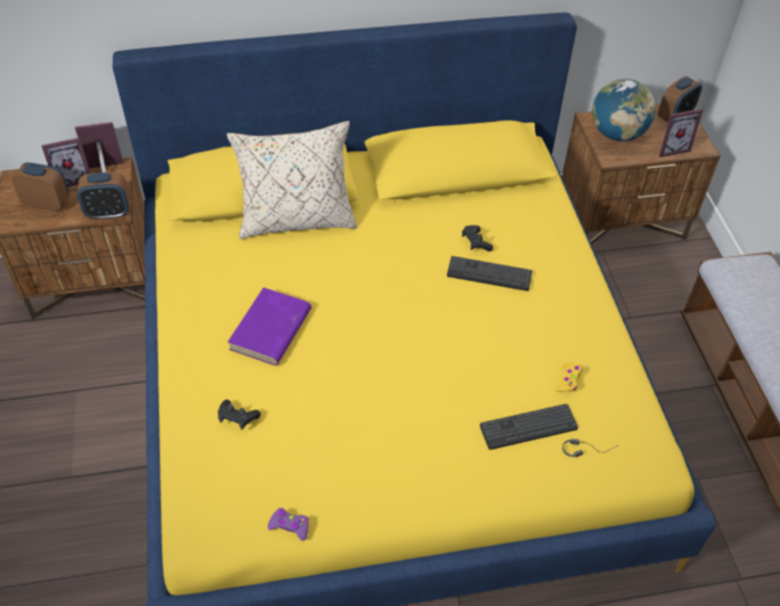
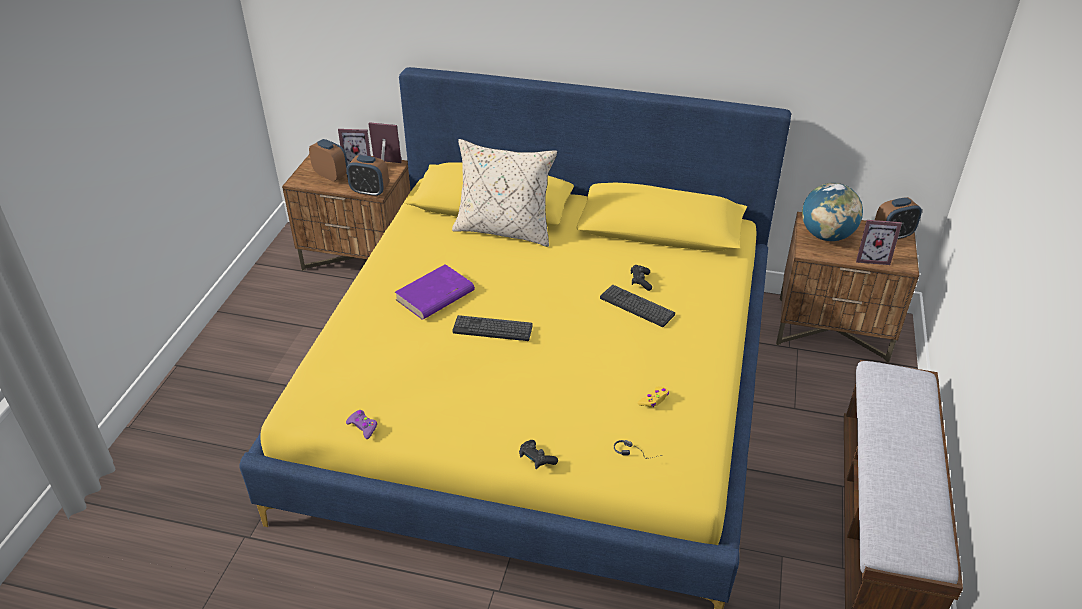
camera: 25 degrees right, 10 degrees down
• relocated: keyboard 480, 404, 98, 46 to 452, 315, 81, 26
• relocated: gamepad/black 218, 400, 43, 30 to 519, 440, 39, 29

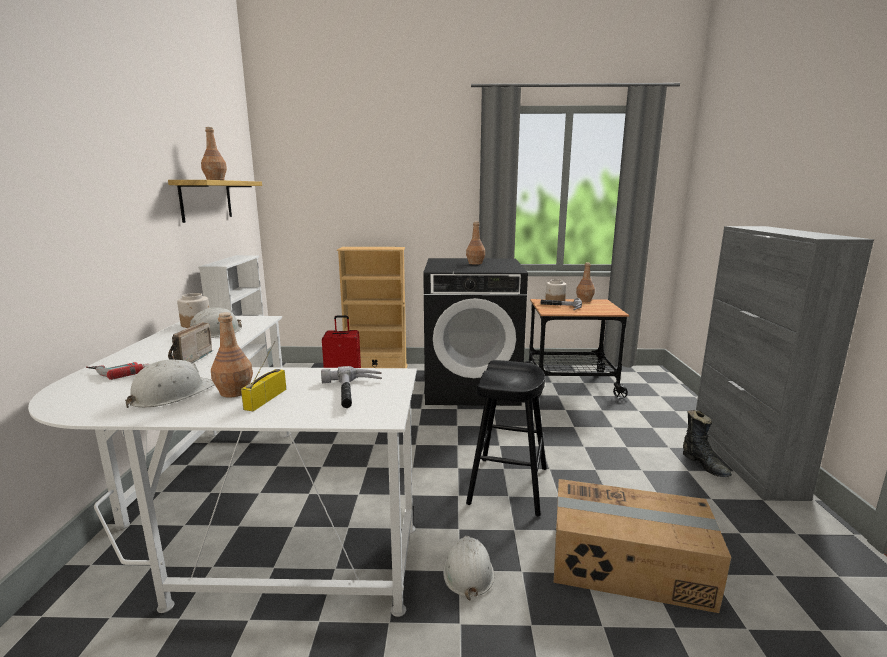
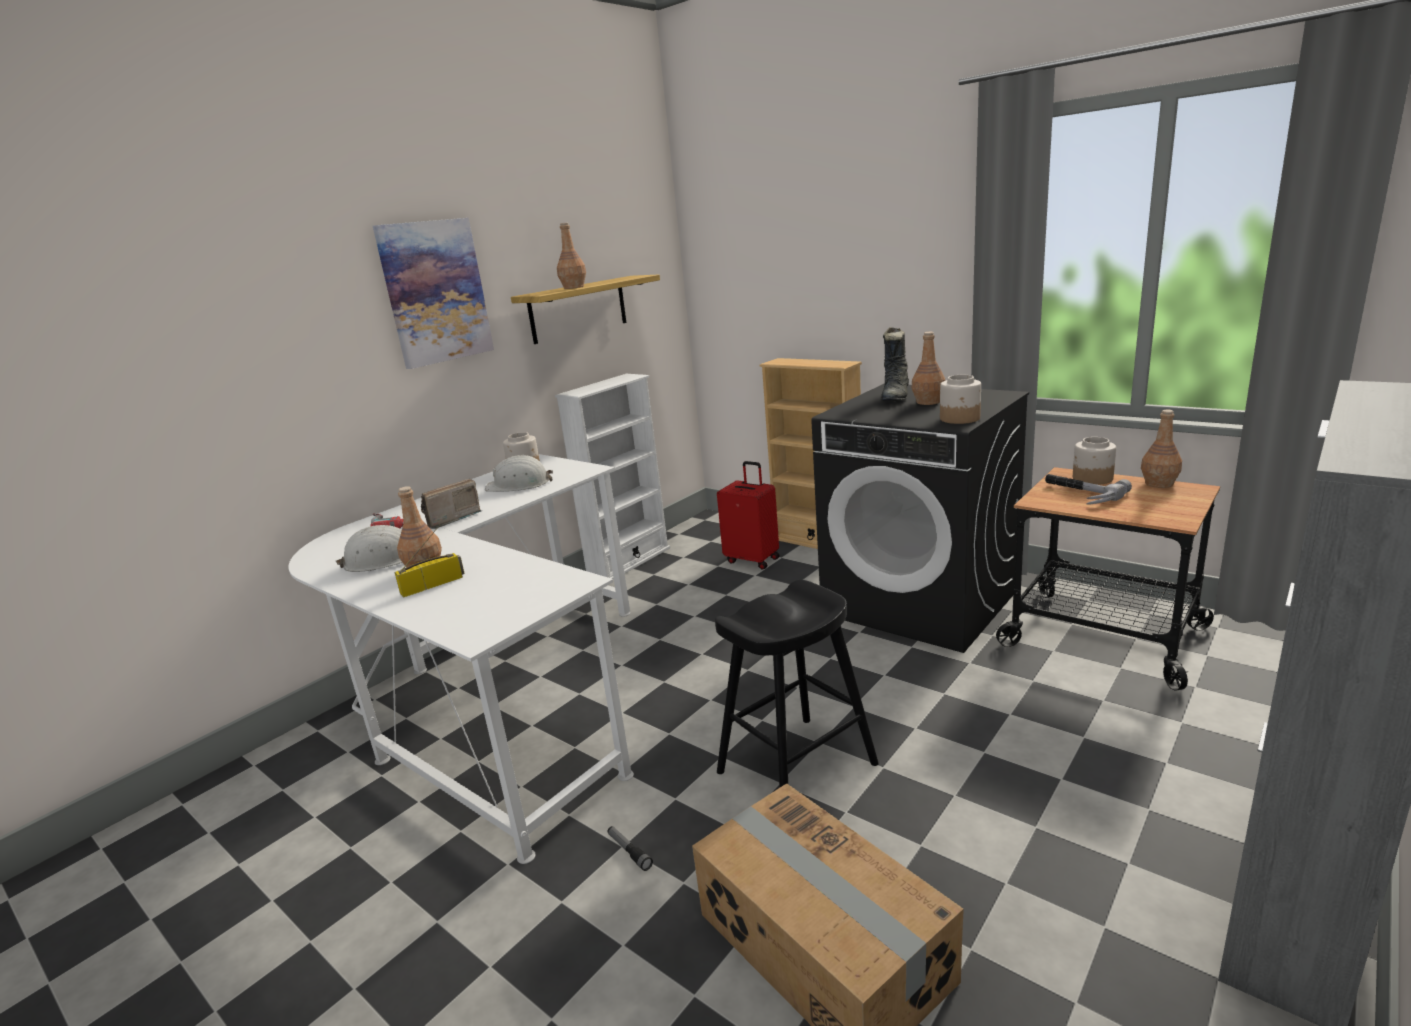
camera: 40 degrees right, 5 degrees up
• appeared: wall picture 373, 218, 121, 151
• exchanged: work helmet/white 443, 536, 51, 64 to flashlight 607, 826, 46, 45
• relocated: boot/black 683, 410, 49, 67 to 881, 327, 28, 74
• appeared: jar 940, 375, 41, 49
• missing: hand hammer 321, 366, 61, 42

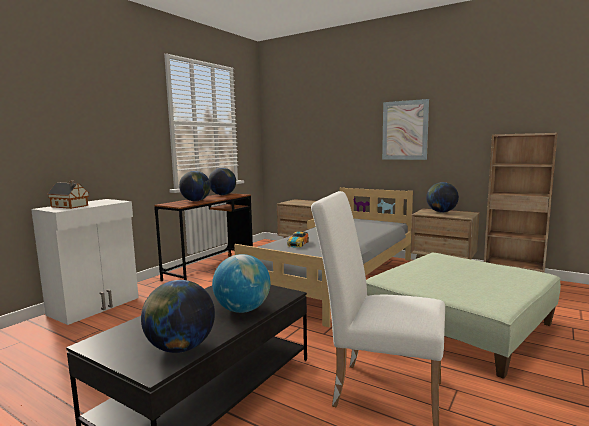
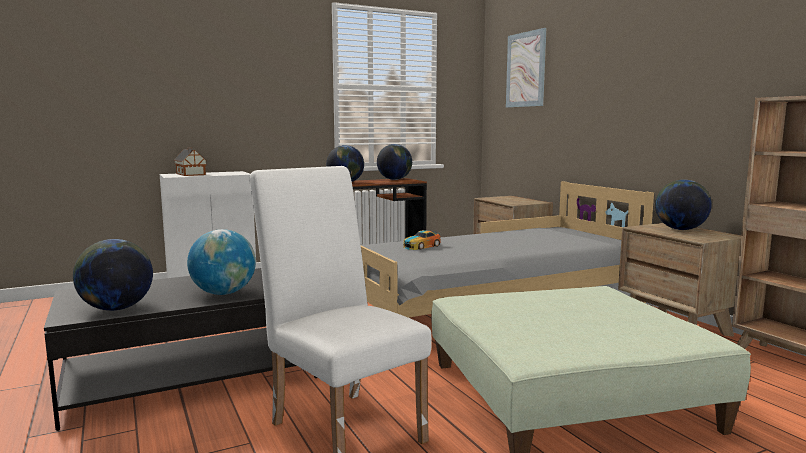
camera: 30 degrees right, 0 degrees up
• relocated: wall picture 382, 99, 47, 61 to 506, 28, 40, 80

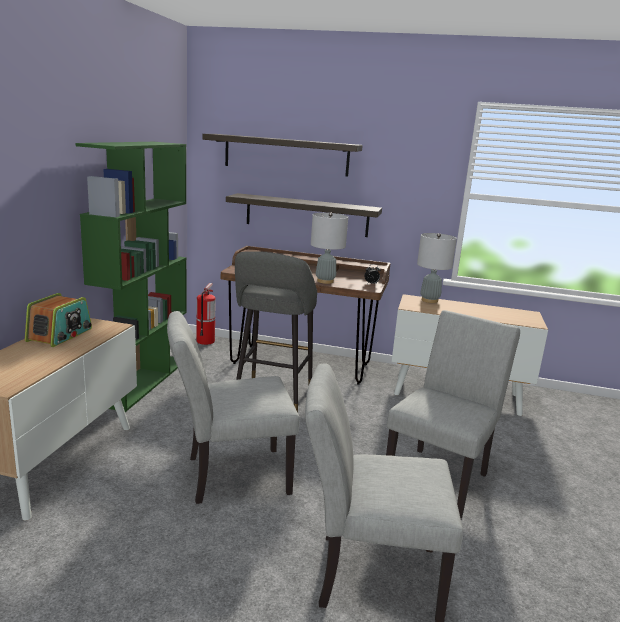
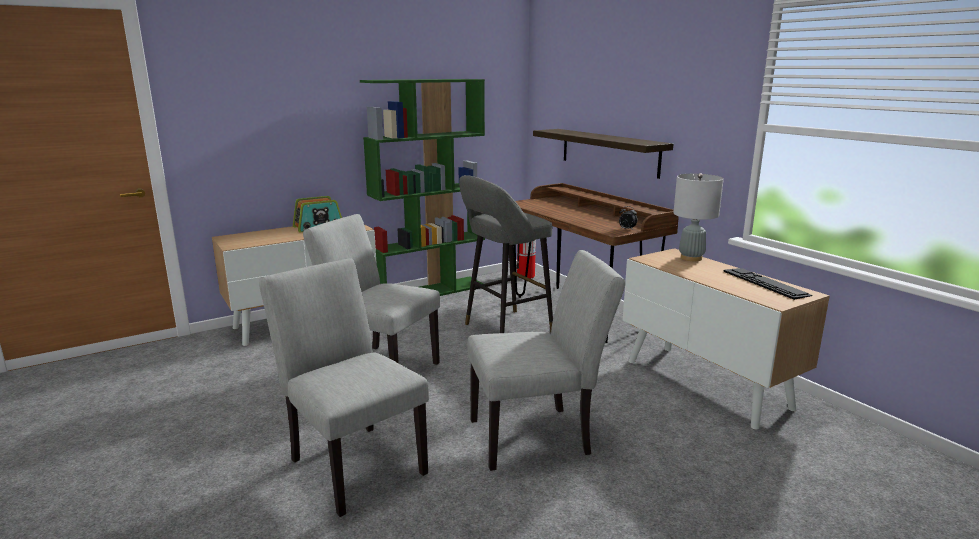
camera: 45 degrees right, 0 degrees up
• appeared: keyboard 723, 268, 90, 32
• missing: shelf 203, 134, 160, 43
• missing: lamp for a table/grey 311, 212, 37, 72

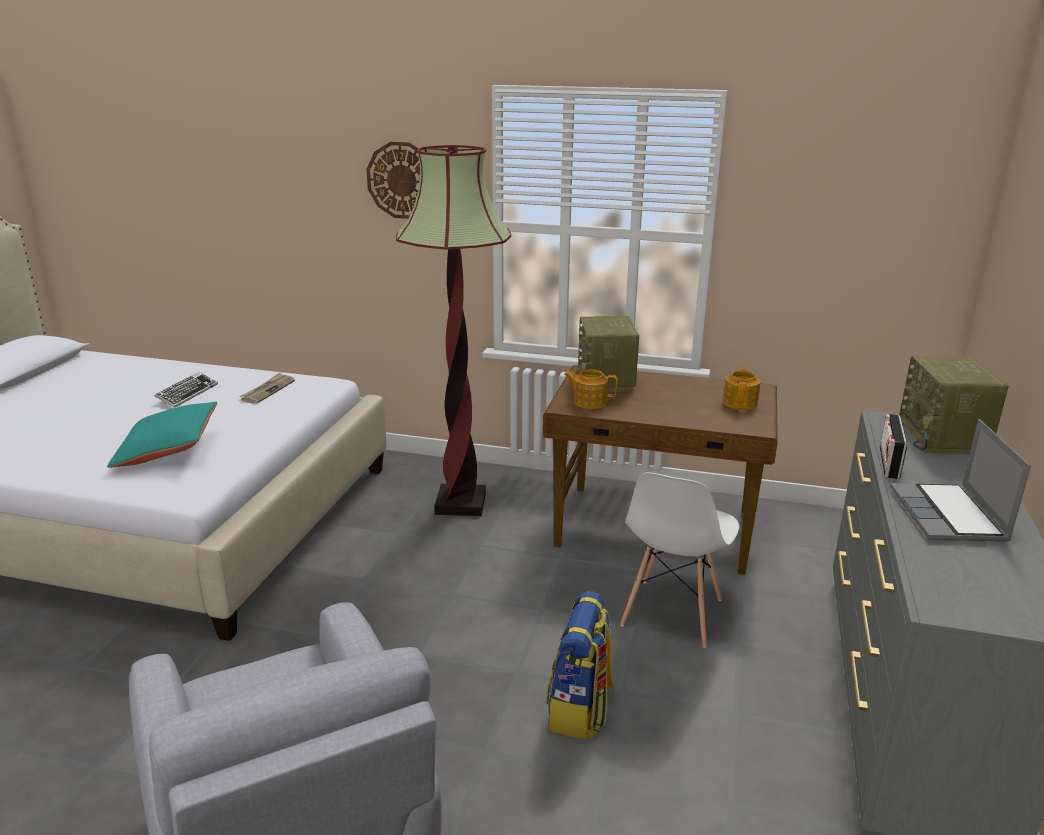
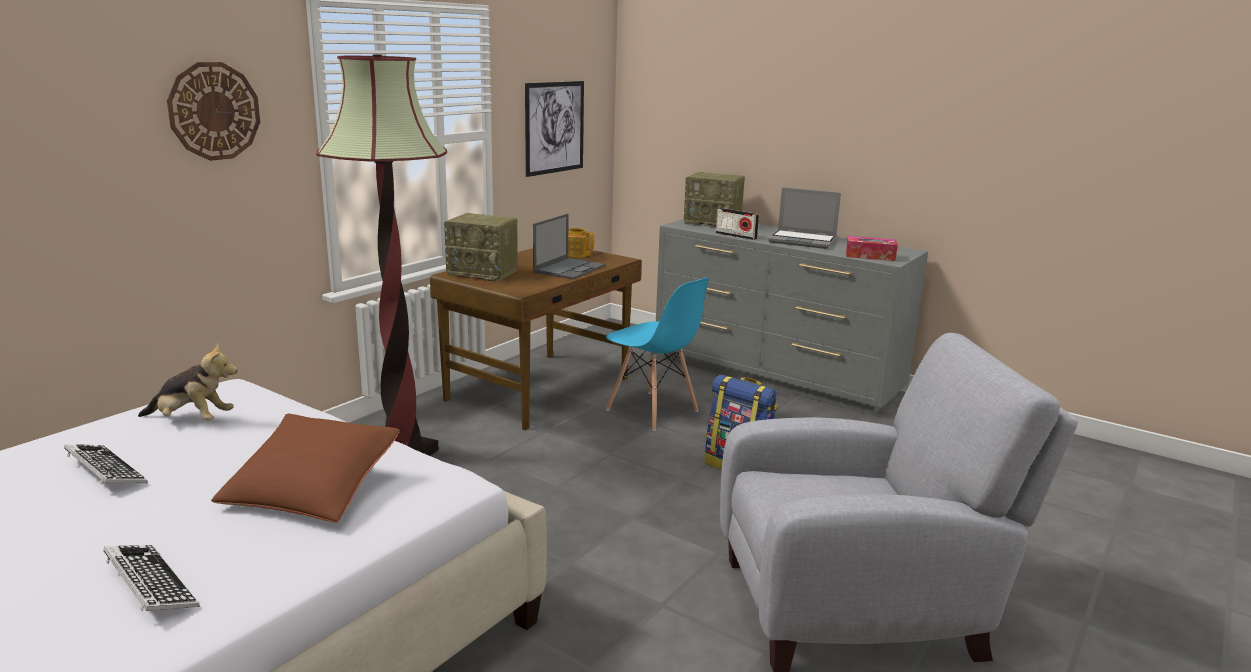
camera: 70 degrees left, 5 degrees down
• appeared: keyboard 103, 545, 97, 66
• exchanged: printed paper 239, 373, 56, 31 to soft toy 138, 342, 100, 78
• colour: cushion/turquoise-coloured 107, 402, 110, 66 to cushion/brownish 211, 414, 189, 109
• appeared: wall picture 525, 81, 59, 96
• appeared: notebook computer 533, 214, 72, 65
• colour: upright chair/white 620, 472, 120, 176 to upright chair/blue-coloured 606, 277, 103, 154
• appeared: box of tissues 846, 236, 52, 25
• missing: tea pot 564, 369, 54, 40

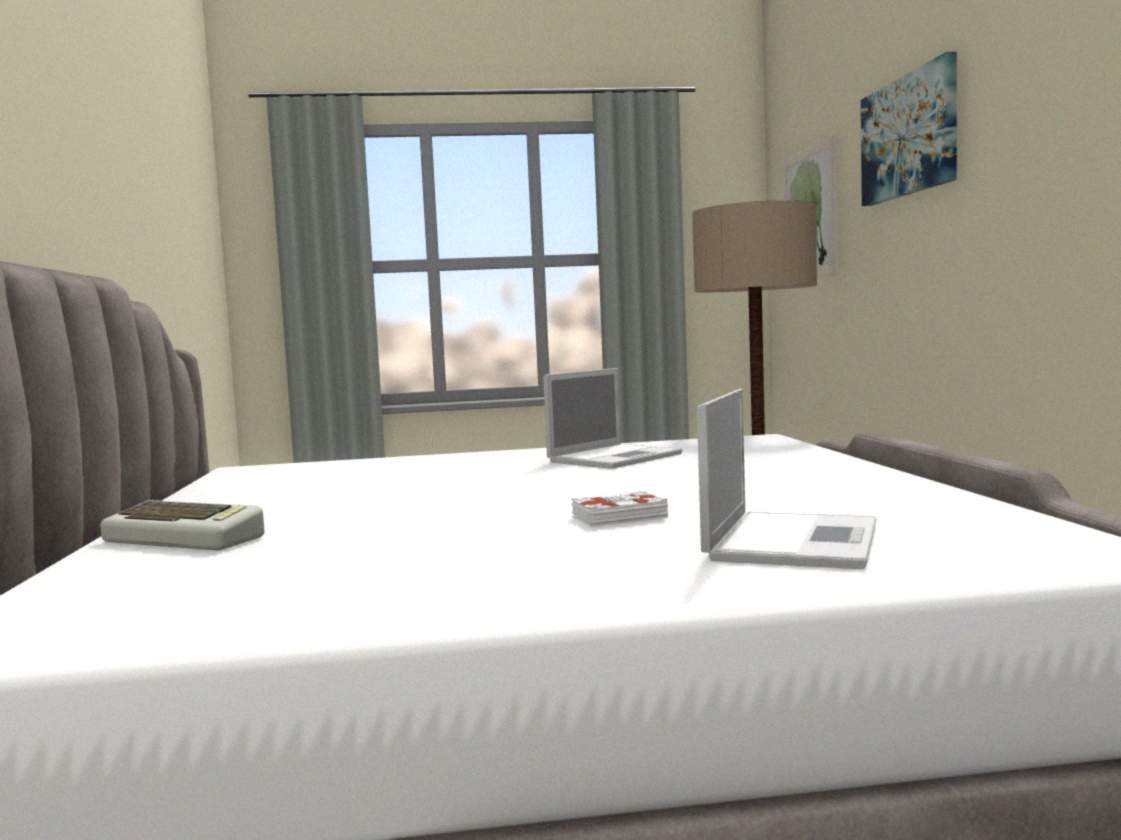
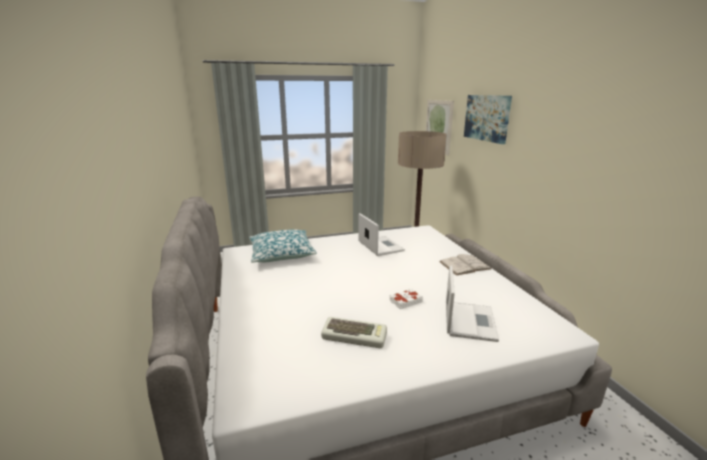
camera: 10 degrees left, 15 degrees up
• appeared: cushion 249, 229, 68, 33
• relocated: keyboard 100, 500, 165, 51 to 321, 317, 66, 31
• spun: notebook computer 543, 368, 139, 101 = 358, 213, 47, 43 60 degrees counterclockwise
• appeared: book/white 439, 254, 53, 21

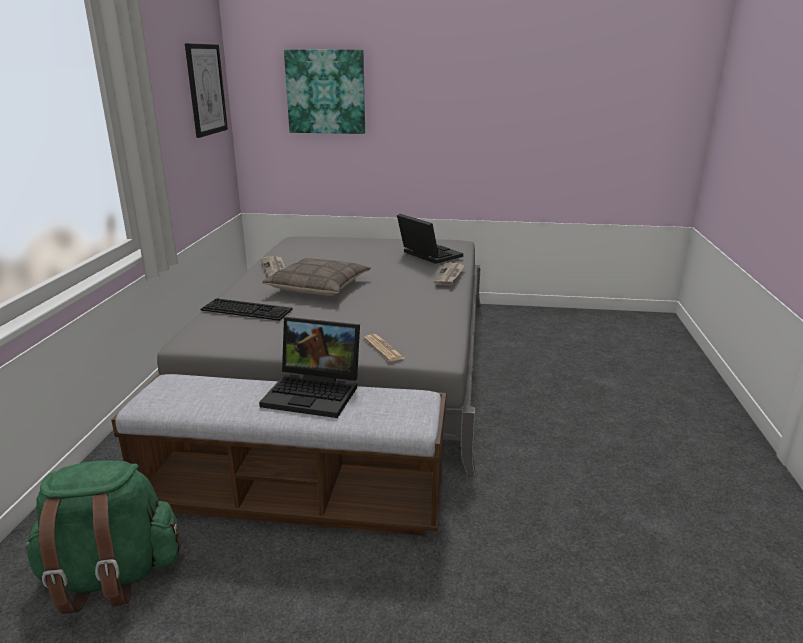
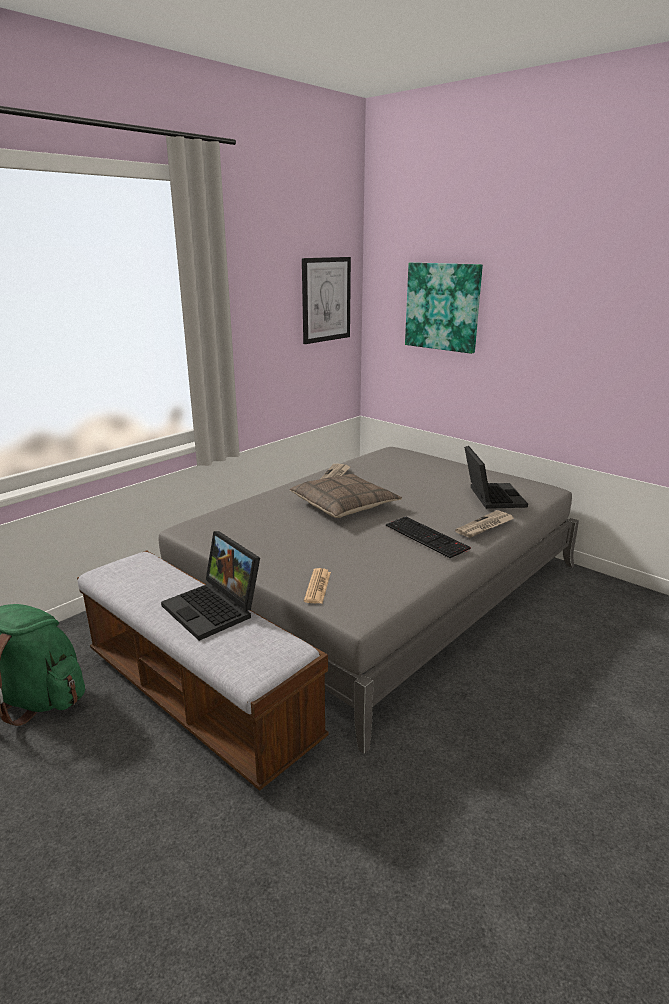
camera: 35 degrees right, 0 degrees up
• relocated: keyboard 200, 298, 93, 23 to 386, 517, 85, 41

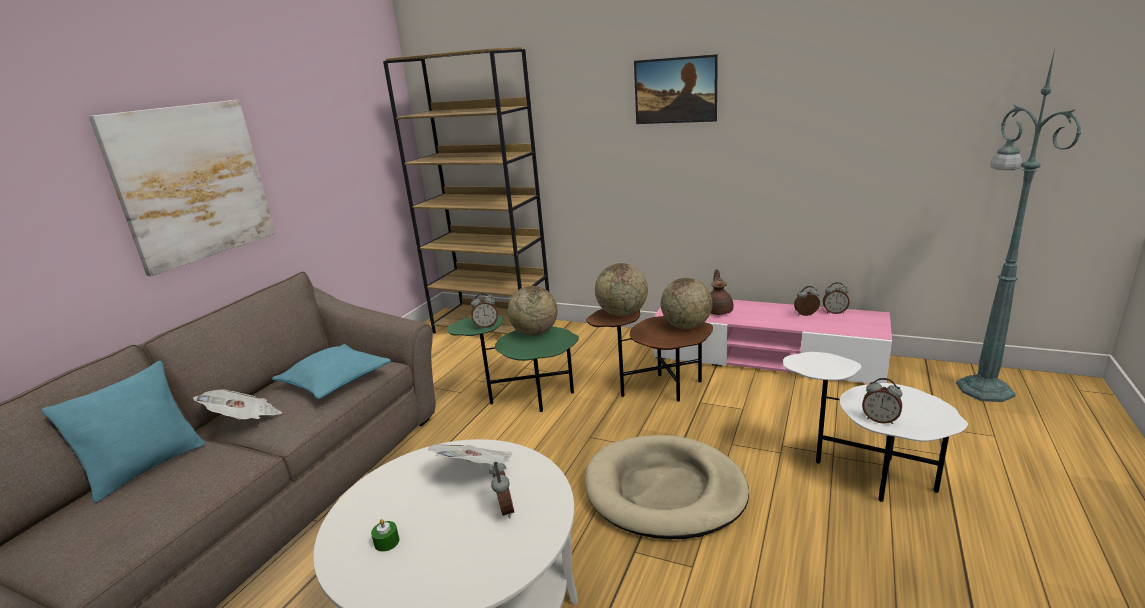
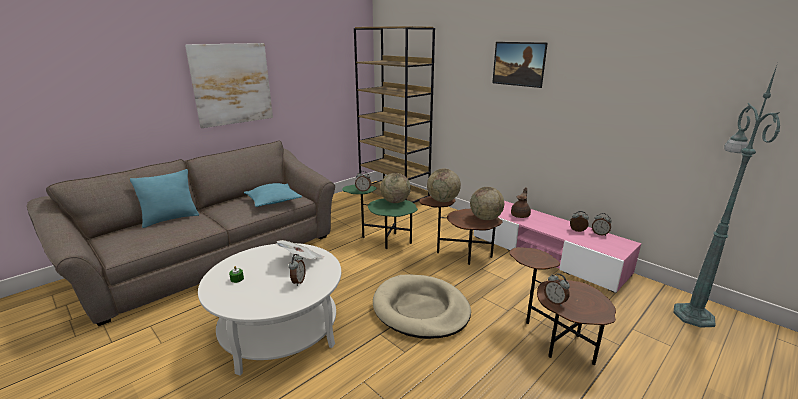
camera: 20 degrees right, 0 degrees up
• colour: end table/white 783, 352, 185, 150 to end table/brownish 509, 247, 107, 118
• missing: printed paper 193, 389, 90, 31

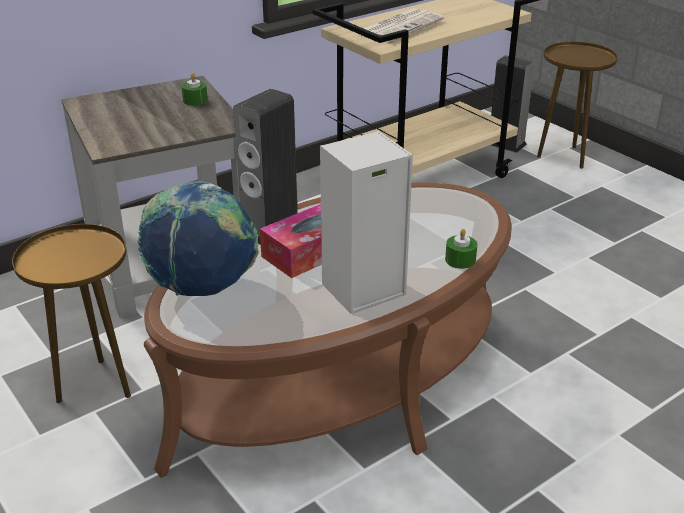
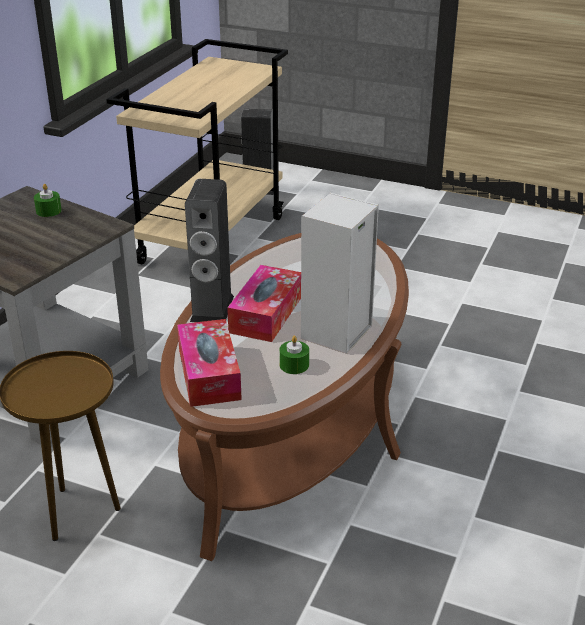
camera: 30 degrees left, 0 degrees up
• exchanged: desk globe 138, 181, 121, 115 to box of tissues 177, 319, 65, 88
• relocated: wax light/green-coloured 445, 229, 32, 40 to 279, 336, 30, 38
• missing: printed paper 354, 8, 90, 34
• missing: end table/brownish 537, 42, 81, 127

